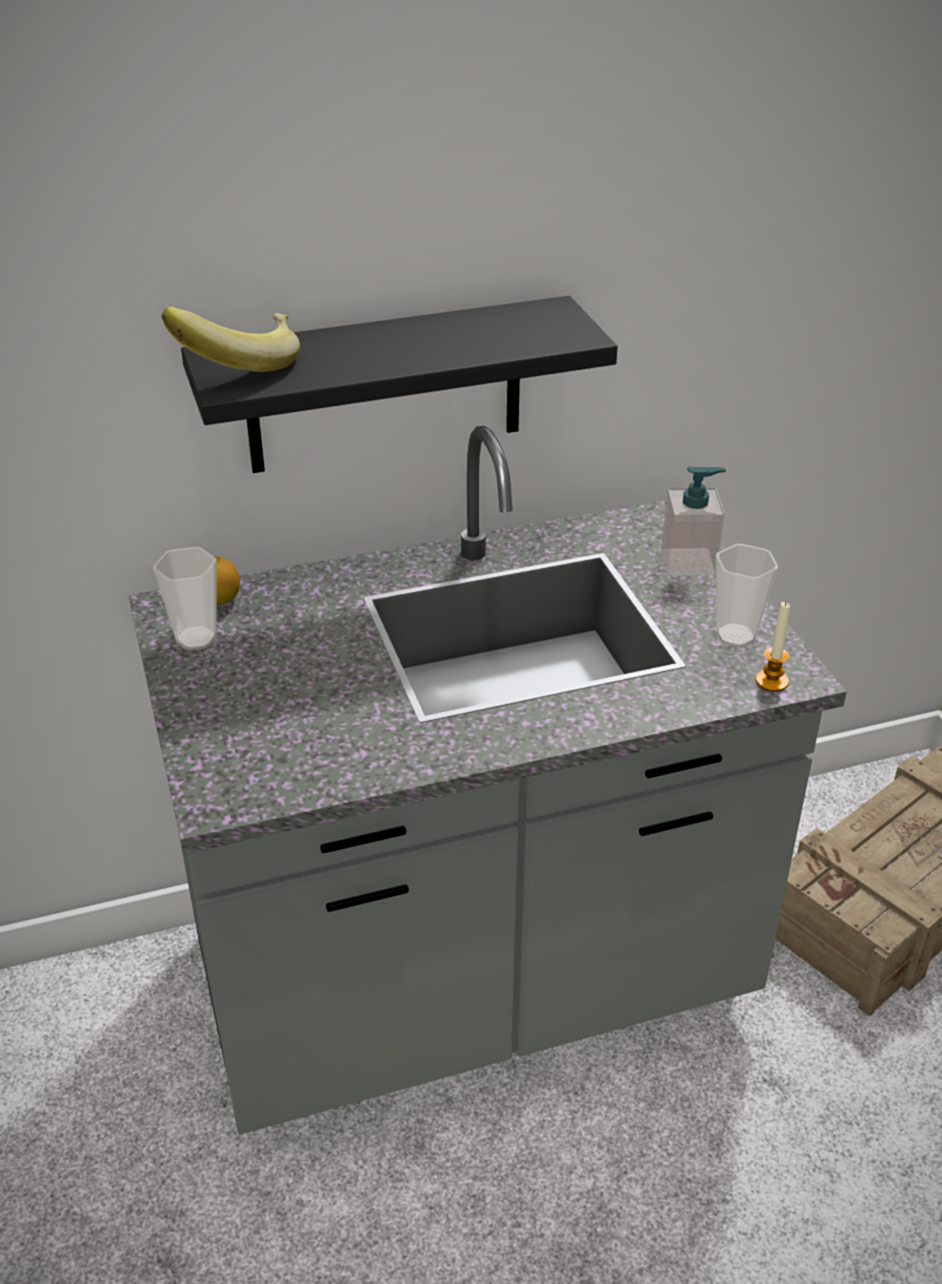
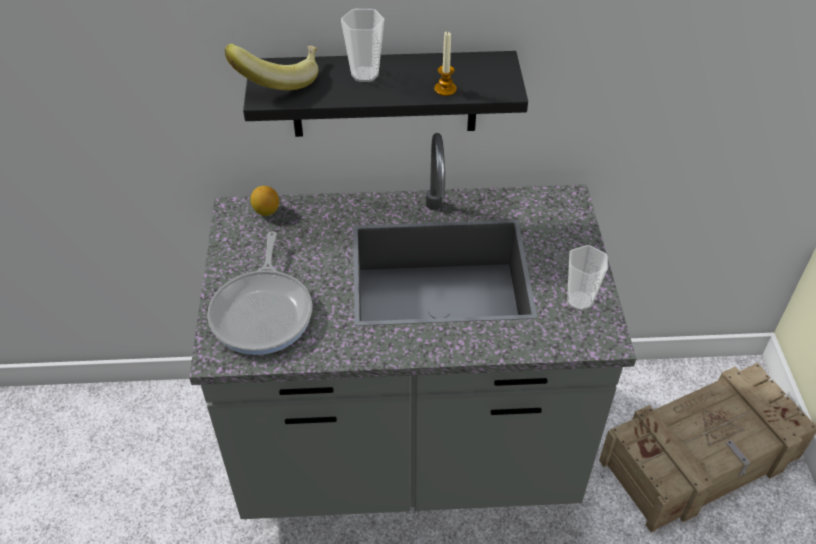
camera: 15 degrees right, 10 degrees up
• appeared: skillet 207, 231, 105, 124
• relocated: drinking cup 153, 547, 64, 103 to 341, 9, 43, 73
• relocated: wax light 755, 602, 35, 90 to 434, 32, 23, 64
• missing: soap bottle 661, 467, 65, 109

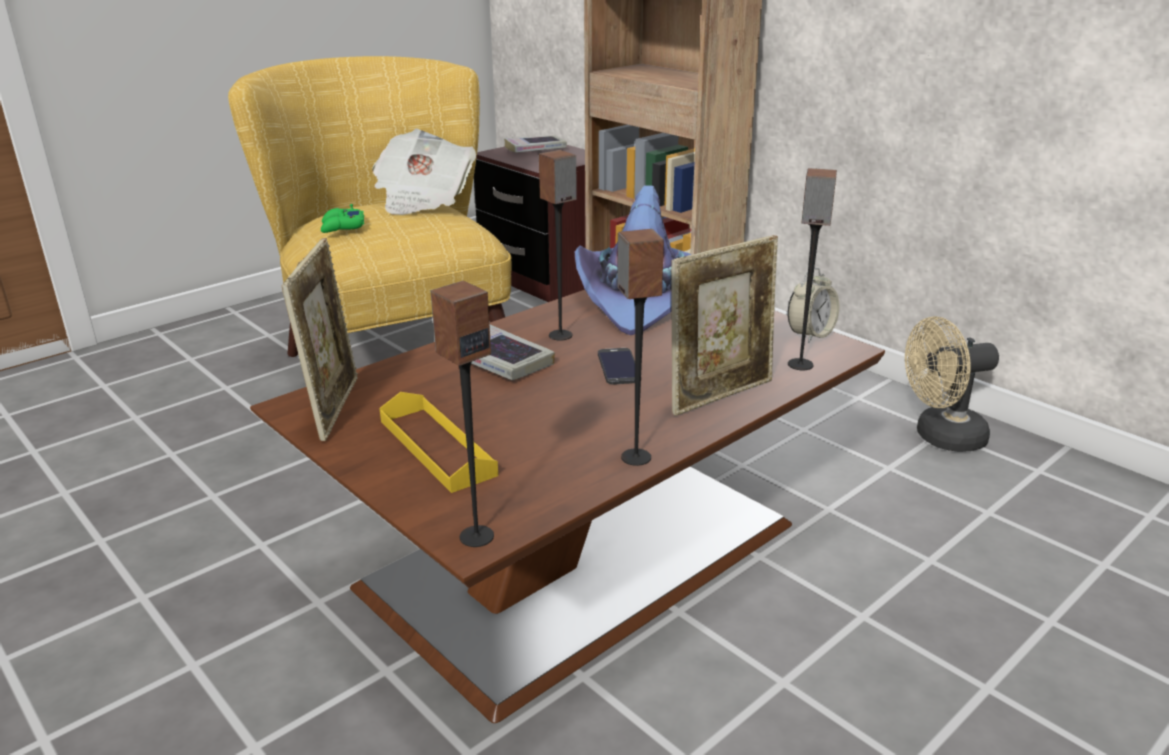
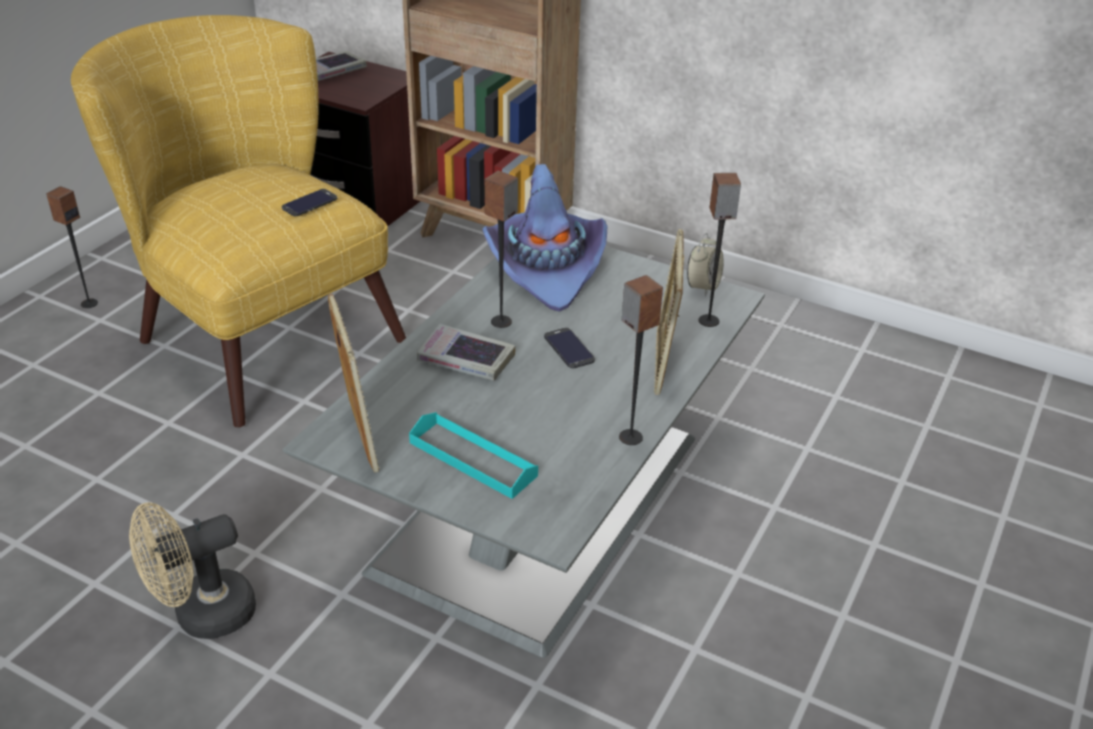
camera: 20 degrees left, 10 degrees up
• relocated: speaker 430, 281, 64, 266 to 46, 186, 52, 122
• relocated: cooling fan/sand-coloured 905, 316, 94, 136 to 129, 502, 127, 137
• appeared: handset 282, 189, 55, 27
• colour: lounge table/brownish 250, 290, 635, 433 to lounge table/grey 283, 246, 482, 412
• colour: carrying tray/yellow 379, 392, 119, 101 to carrying tray/turquoise-coloured 409, 412, 129, 87
• spun: standing frame 671, 235, 107, 181 = 654, 229, 30, 166 150 degrees clockwise
• missing: gamepad/green-coloured 321, 204, 43, 29
• missing: printed paper 372, 128, 104, 87

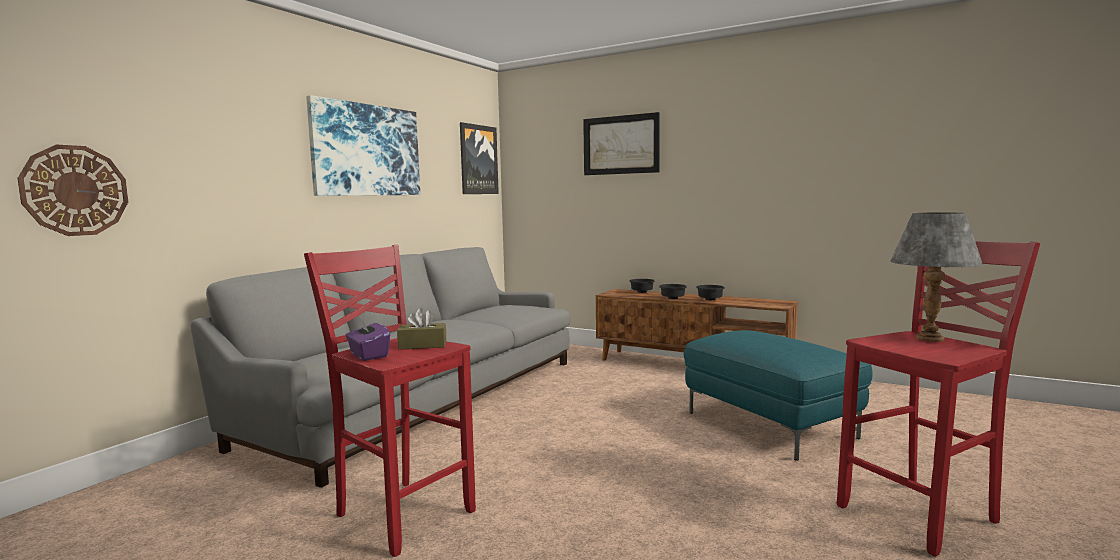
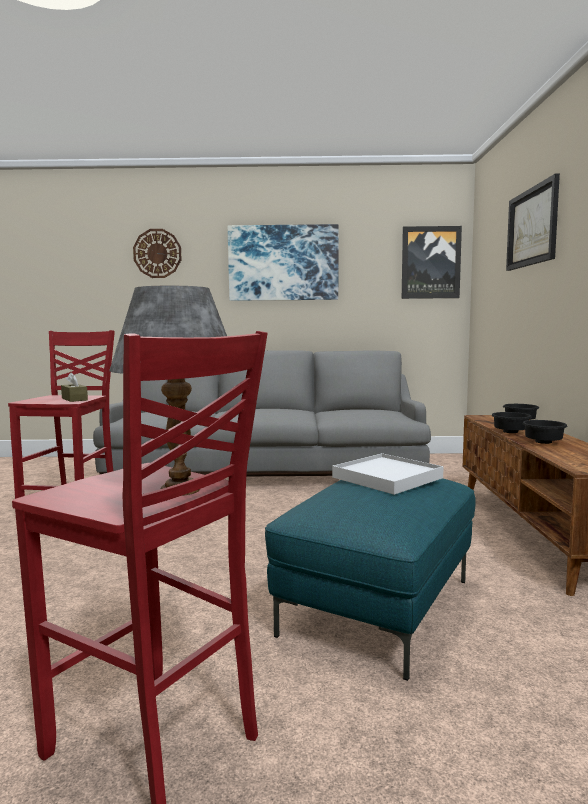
camera: 60 degrees right, 0 degrees up
• relocated: hanging clock 18, 145, 110, 91 to 133, 229, 49, 49
• appeared: carrying tray/white 332, 453, 112, 42
• missing: box of tissues/purple 346, 316, 44, 45

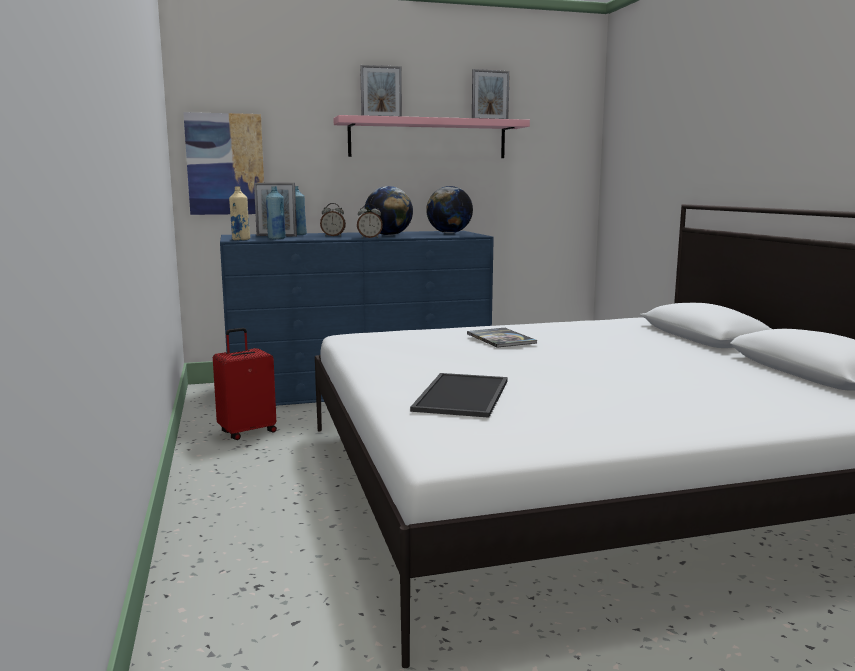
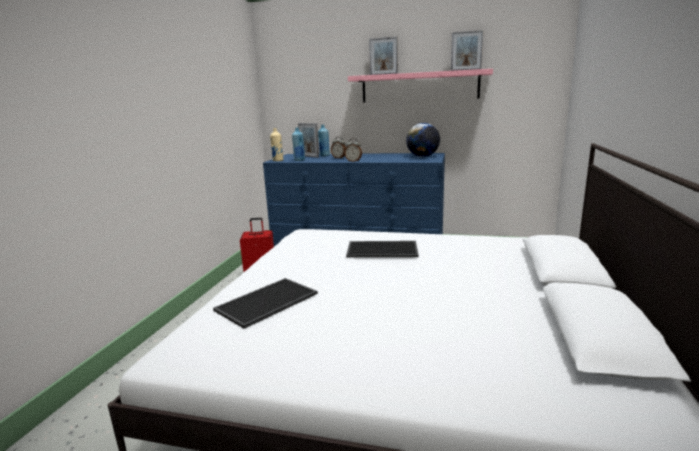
camera: 30 degrees right, 5 degrees up
• exchanged: book 467, 328, 70, 20 to carrying tray 346, 241, 73, 17
• missing: wall picture 183, 112, 81, 103
• missing: desk globe 364, 186, 49, 50

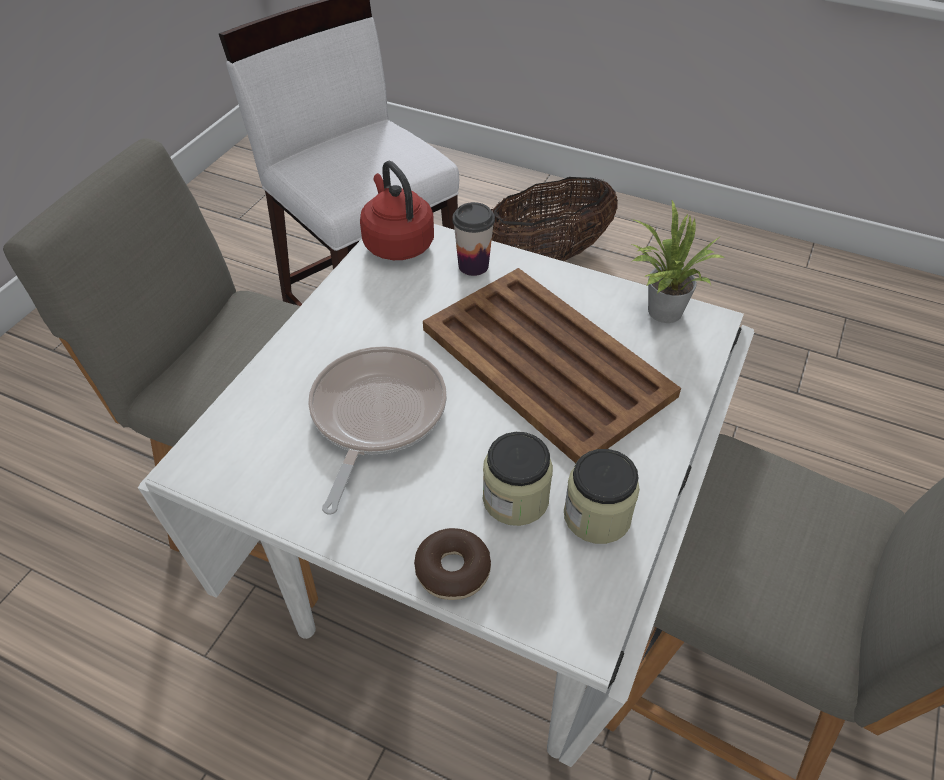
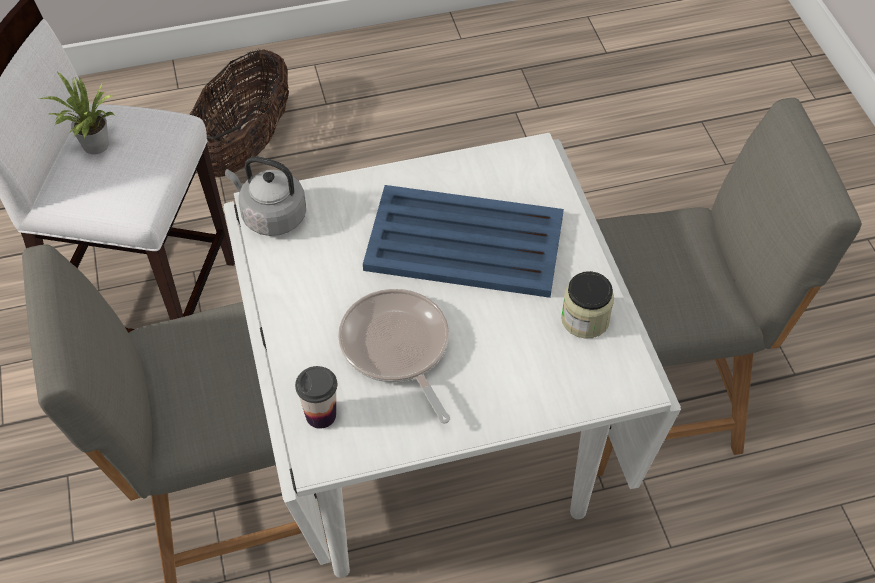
camera: 40 degrees left, 5 degrees up
• relocated: potted plant 632, 201, 94, 122 to 40, 72, 74, 82
• colour: kettle/red-coloured 360, 161, 74, 99 to kettle/grey 225, 156, 81, 80
• relocated: drinking cup 452, 202, 43, 74 to 295, 366, 42, 63
• colour: carrying tray/brownish 423, 268, 258, 195 to carrying tray/blue-coloured 363, 185, 201, 113
• missing: doughnut 414, 528, 77, 72
• missing: jar 483, 432, 70, 94

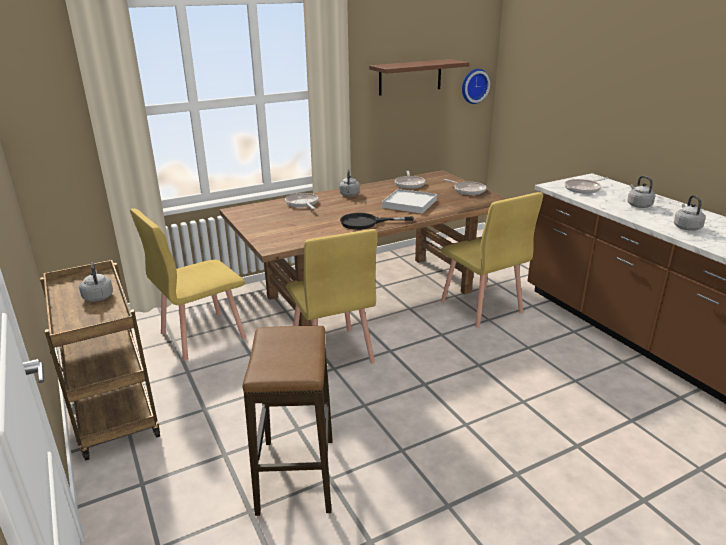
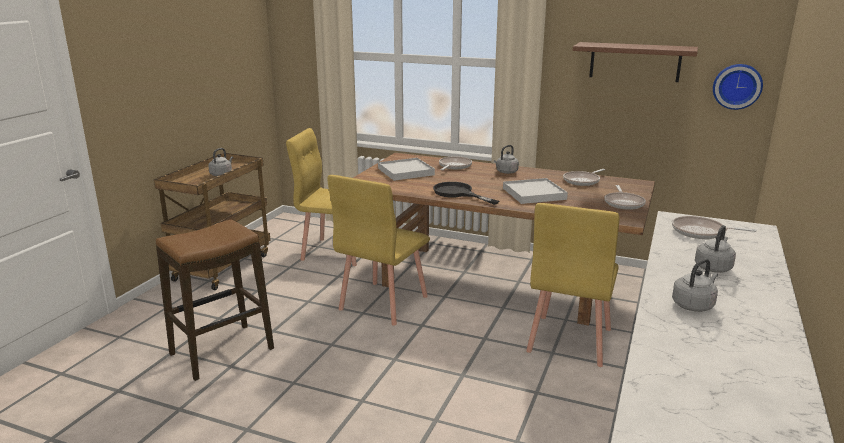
camera: 50 degrees right, 5 degrees down
• appeared: carrying tray/white 378, 158, 57, 23

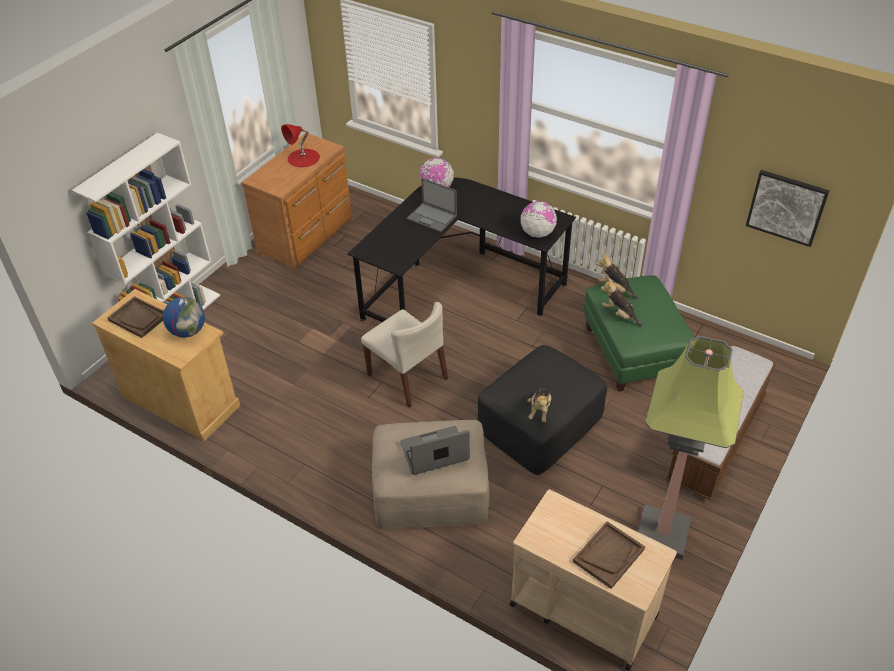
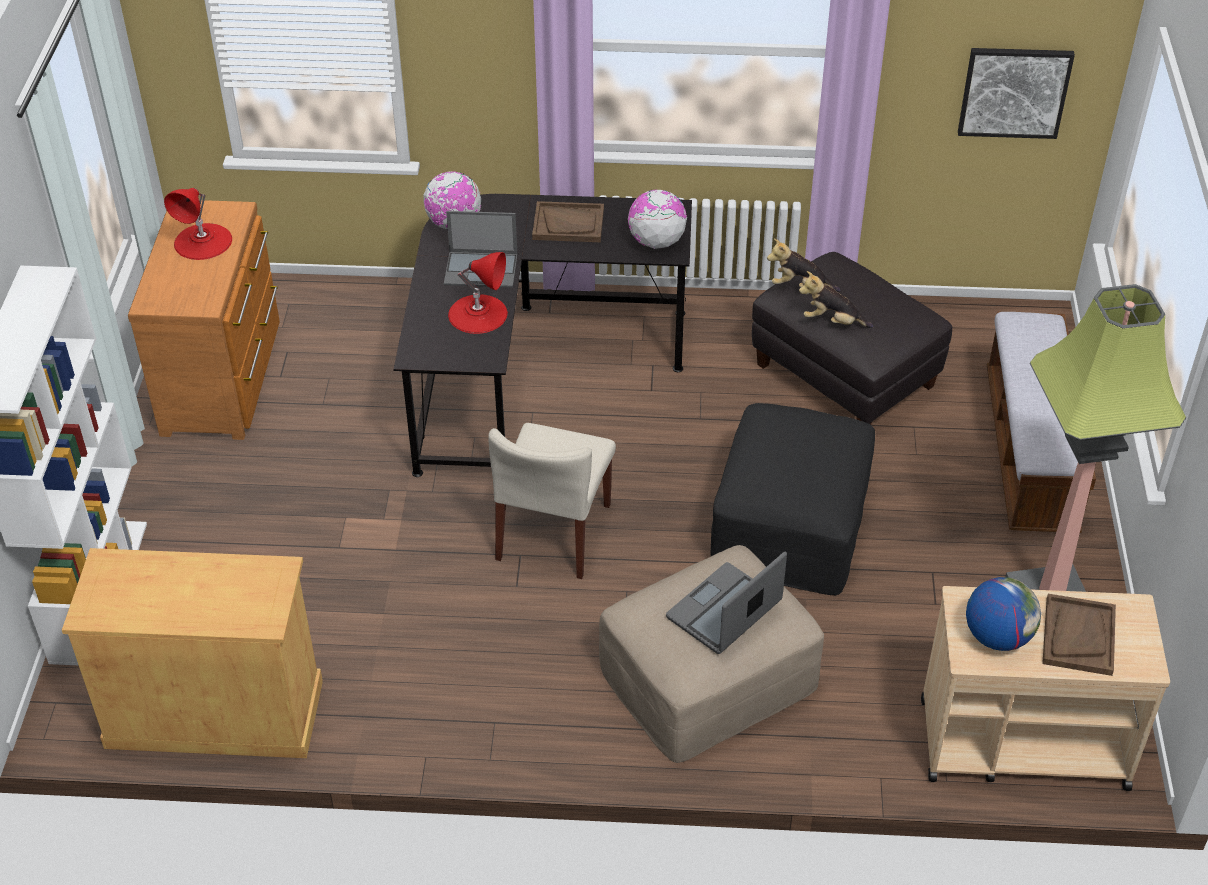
camera: 30 degrees left, 0 degrees up
• appeared: lamp for a table/red-coloured 448, 252, 60, 82
• spun: upright chair/sand-coloured 361, 302, 87, 106 = 488, 423, 128, 156 90 degrees clockwise
• relocated: carrying tray/brownish 107, 296, 57, 42 to 532, 201, 72, 41
• colour: pouffe/green-coloured 584, 275, 111, 117 to pouffe/black 752, 252, 200, 173
• relocated: desk globe 163, 297, 42, 41 to 966, 577, 75, 74
• missing: soft toy 527, 388, 24, 34

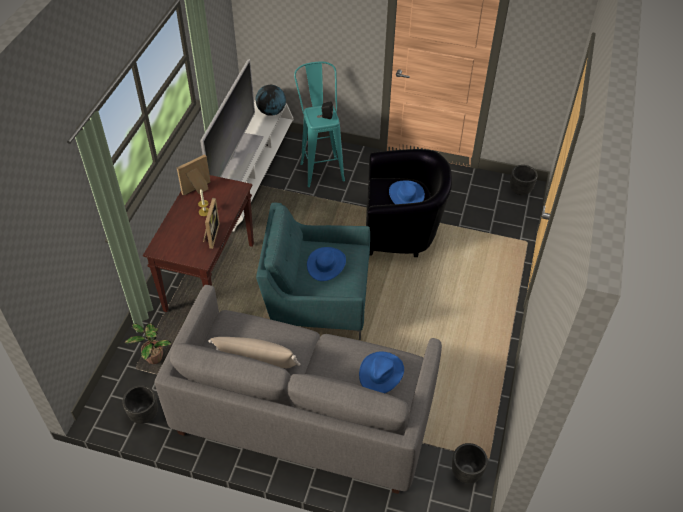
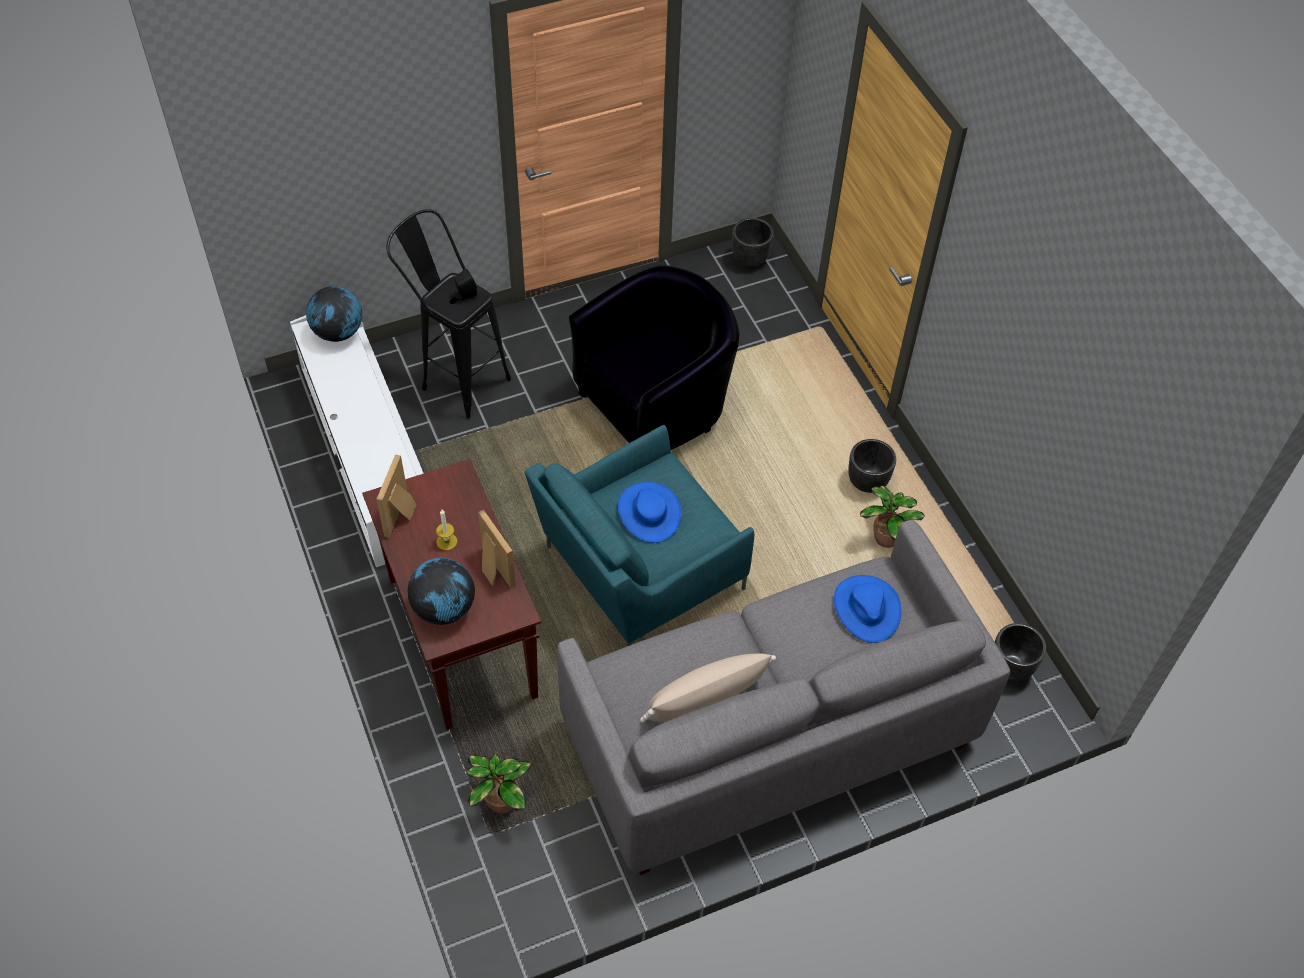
camera: 40 degrees left, 5 degrees up
• colour: stool seat/turquoise-coloured 294, 61, 51, 126 to stool seat/black 386, 209, 125, 210
• appeared: desk globe 408, 558, 67, 67
• relocated: planter/black 122, 385, 36, 39 to 848, 439, 48, 54
• appeared: potted plant 860, 485, 65, 63
• missing: TV set 200, 59, 63, 122
• missing: wearable hat/blue-coloured 389, 180, 36, 24

